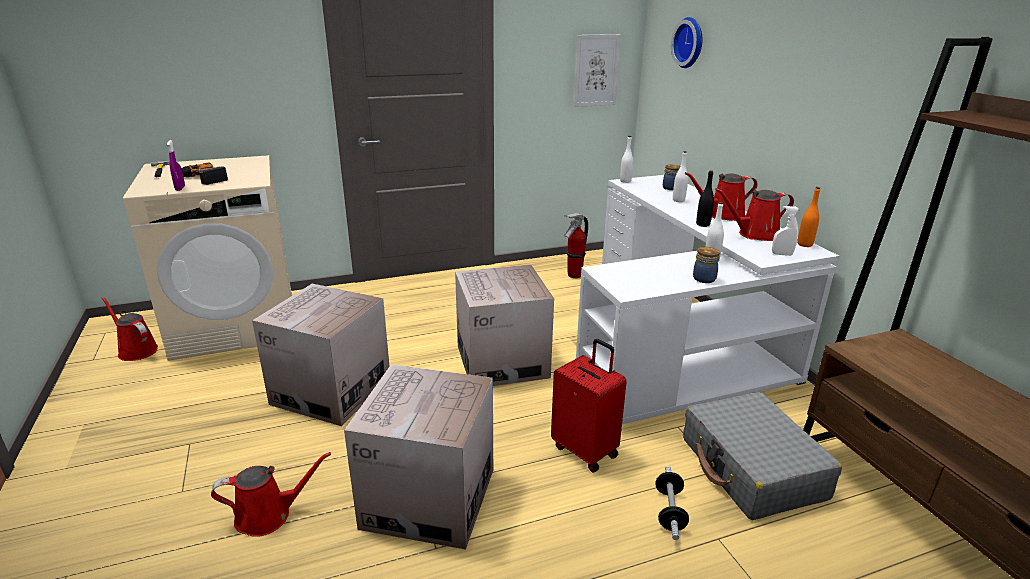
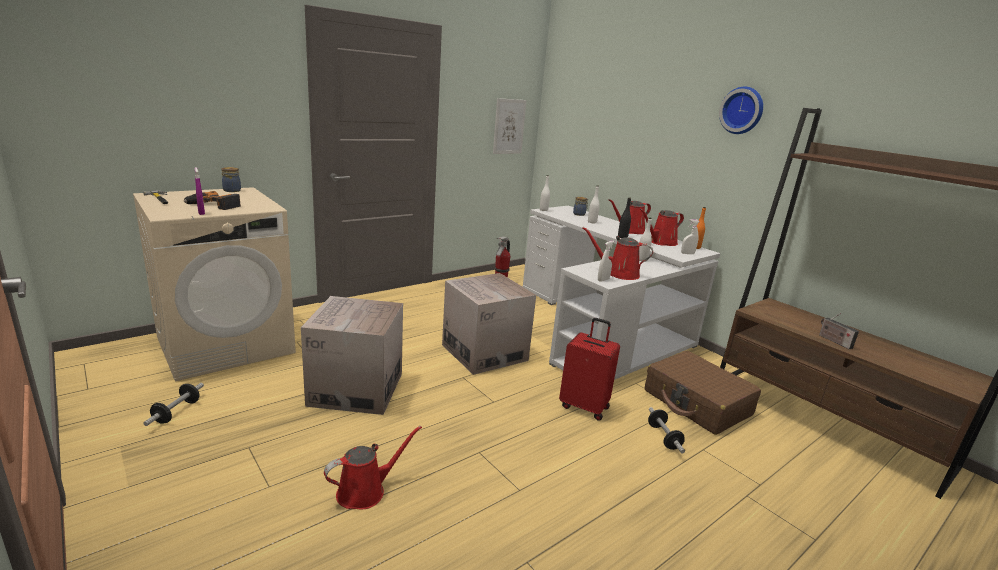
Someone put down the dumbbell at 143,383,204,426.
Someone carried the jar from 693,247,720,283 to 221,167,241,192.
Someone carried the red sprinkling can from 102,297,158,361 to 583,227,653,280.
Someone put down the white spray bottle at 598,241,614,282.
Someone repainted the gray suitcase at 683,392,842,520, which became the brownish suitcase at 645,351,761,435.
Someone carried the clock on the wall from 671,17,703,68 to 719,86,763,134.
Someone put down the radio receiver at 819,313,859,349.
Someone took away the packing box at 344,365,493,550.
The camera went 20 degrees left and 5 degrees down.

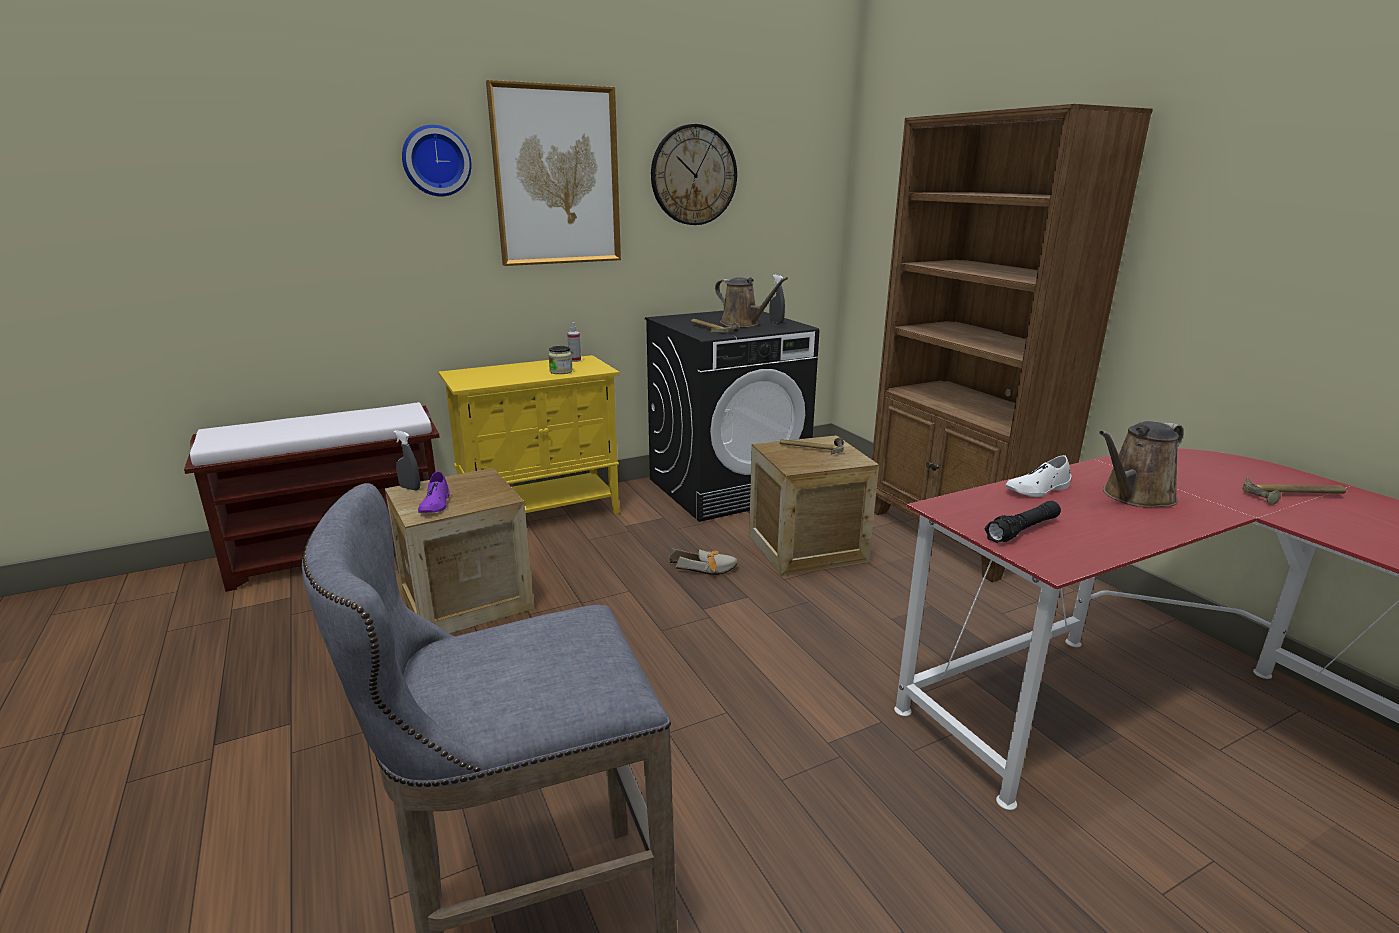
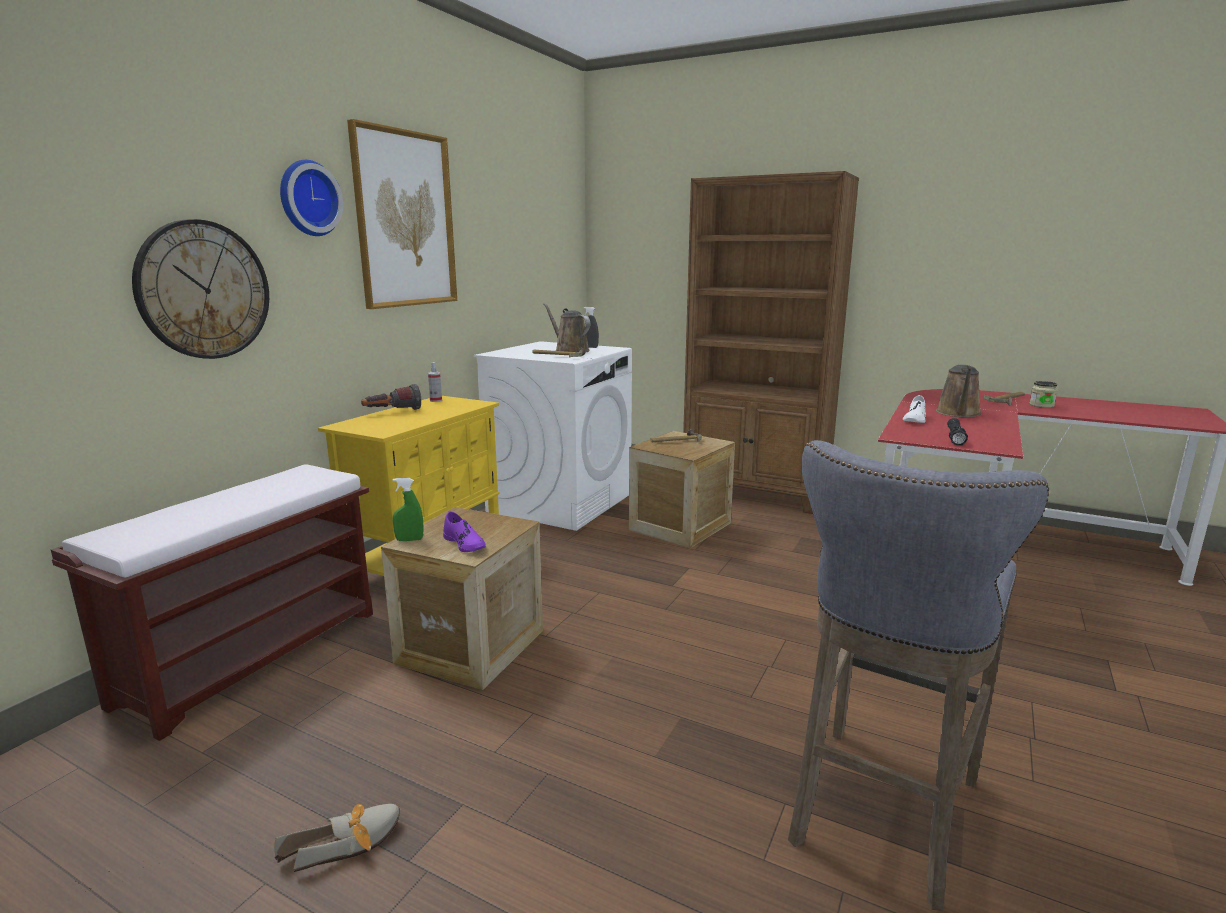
Someone carried the clock on the wall from 651,124,737,225 to 132,219,269,359.
Someone carried the low shoe from 669,548,738,575 to 274,804,400,872.
Someone put down the torch at 361,384,421,410.
Someone repainted the gray spray bottle at 393,430,420,491, which became the green-coloured spray bottle at 393,478,424,541.
Someone repainted the black washing machine at 645,311,820,522, which became the white washing machine at 474,341,632,531.
Someone rotated the brownish sprinkling can at 715,277,788,327 by 135 degrees counterclockwise.
Someone carried the jar from 548,346,573,374 to 1029,381,1058,408.
The camera went 35 degrees left and 5 degrees down.

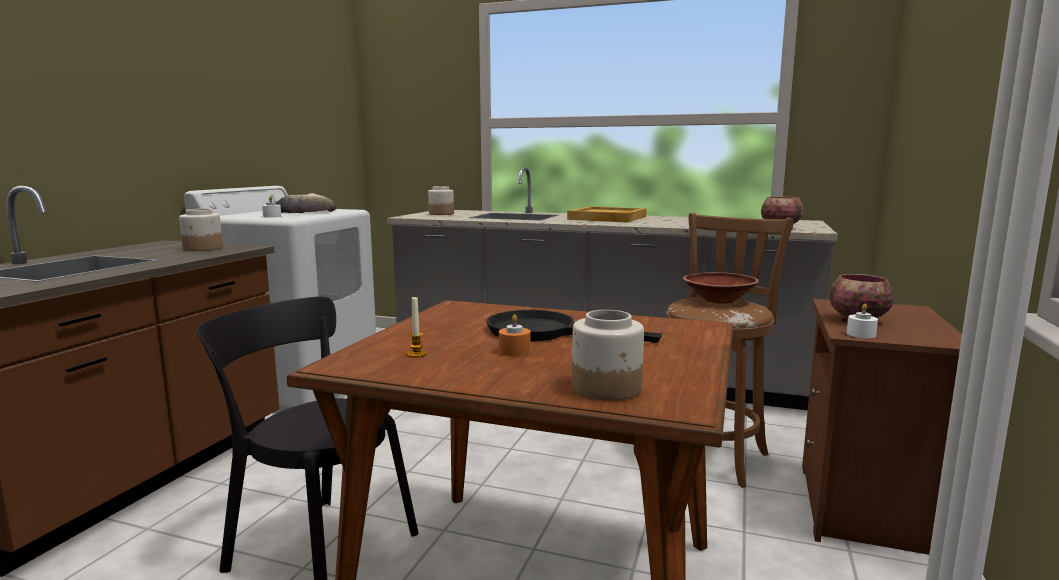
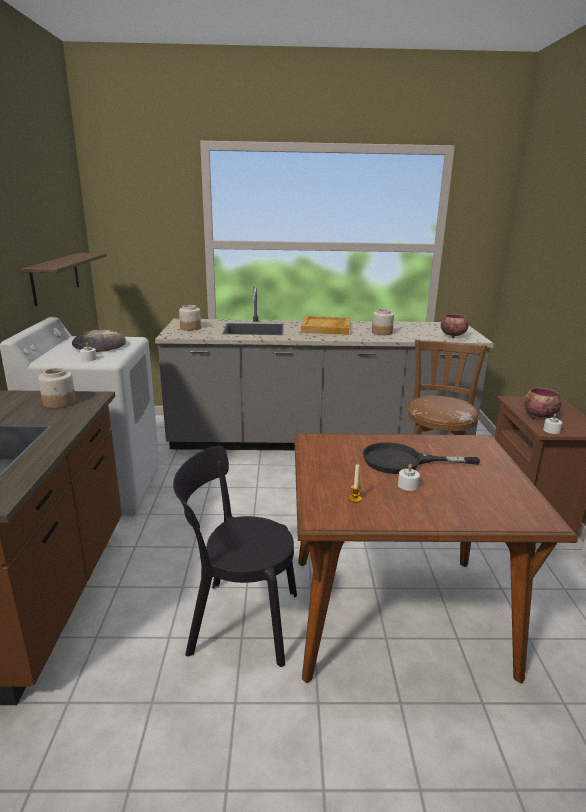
Someone put up the shelf at 22,253,107,306.
Someone carried the jar from 572,310,644,401 to 372,309,394,335.
Someone repainted the orangey wax candle at 499,314,530,356, which became the white wax candle at 398,464,420,491.
Someone took away the brownish bowl at 683,272,759,304.
The camera went 20 degrees left and 10 degrees up.

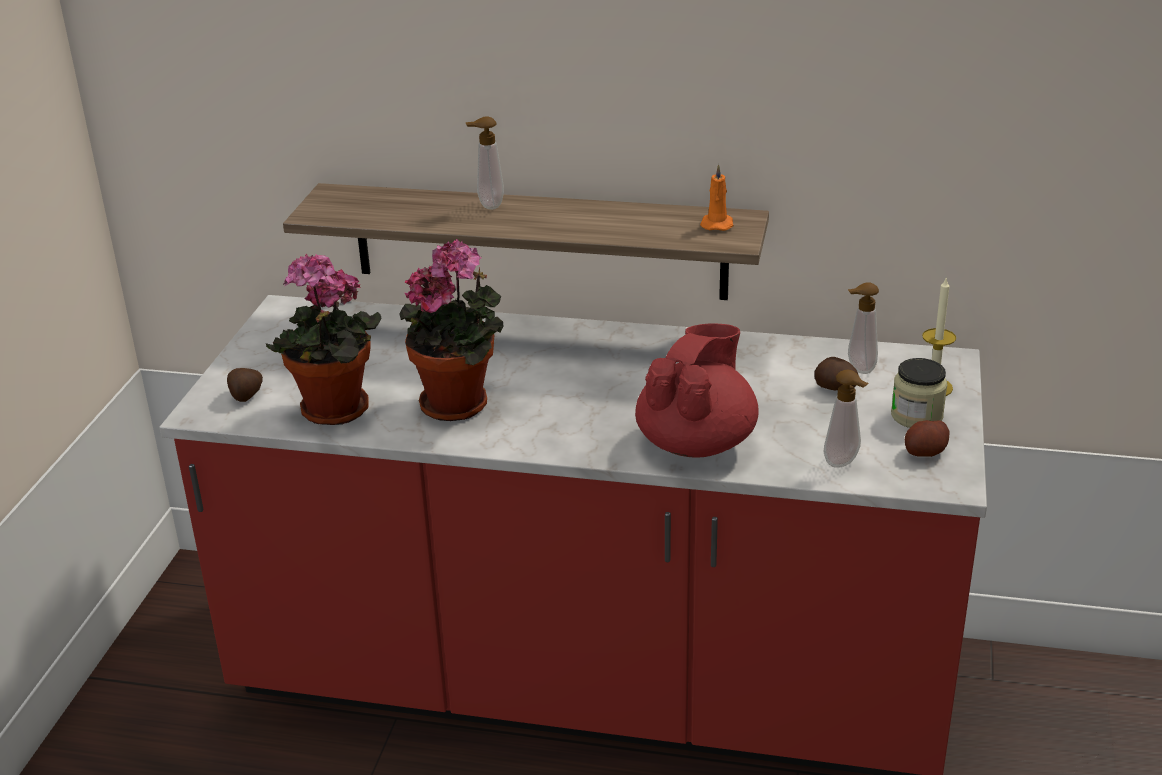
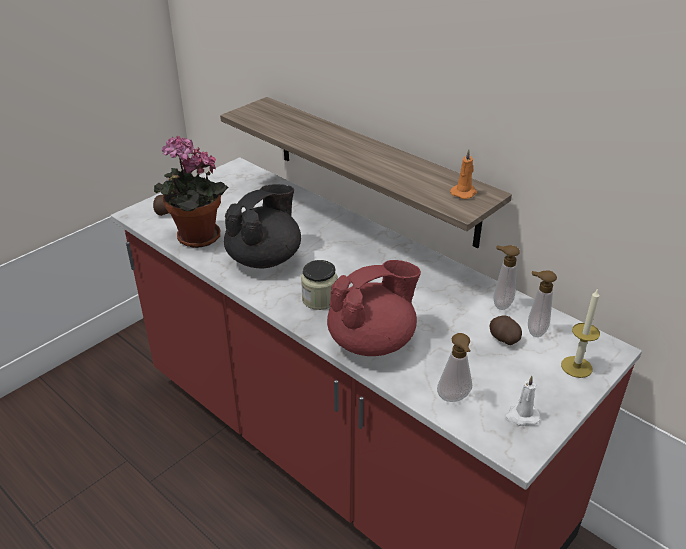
Someone swapped the potted plant at 399,239,504,421 for the black teapot at 224,184,301,268.
Someone carried the jar from 891,358,947,428 to 301,260,337,310.
Someone carried the liquid soap bottle from 466,116,504,210 to 493,245,520,310.
Someone swapped the spud at 905,420,950,457 for the white wax candle at 504,376,540,426.
The camera went 30 degrees right and 5 degrees up.

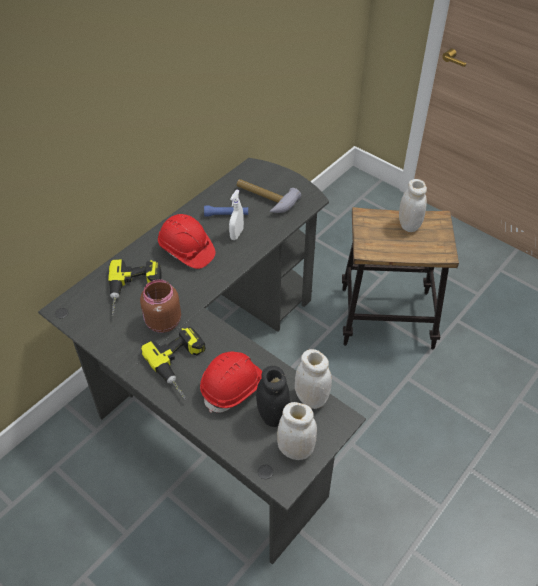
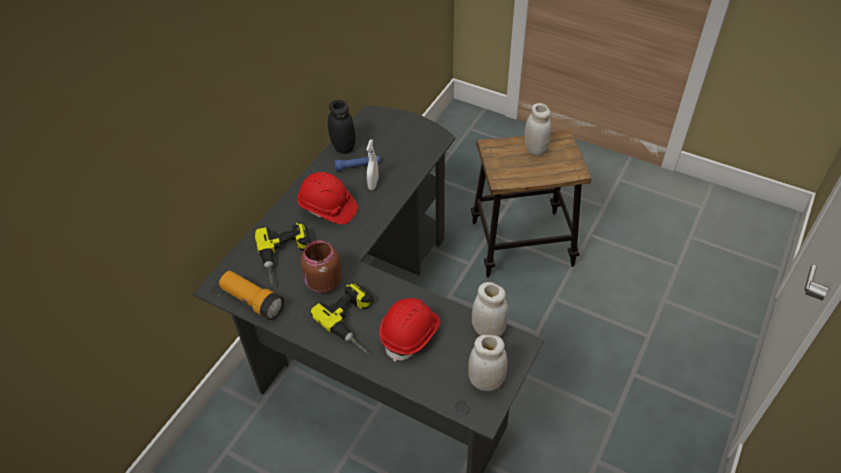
Someone put down the torch at 219,271,284,320.
Someone carried the black jar from 256,366,290,427 to 328,100,356,154.
Someone took away the tool hammer at 237,179,301,213.
The camera went 10 degrees left and 0 degrees up.

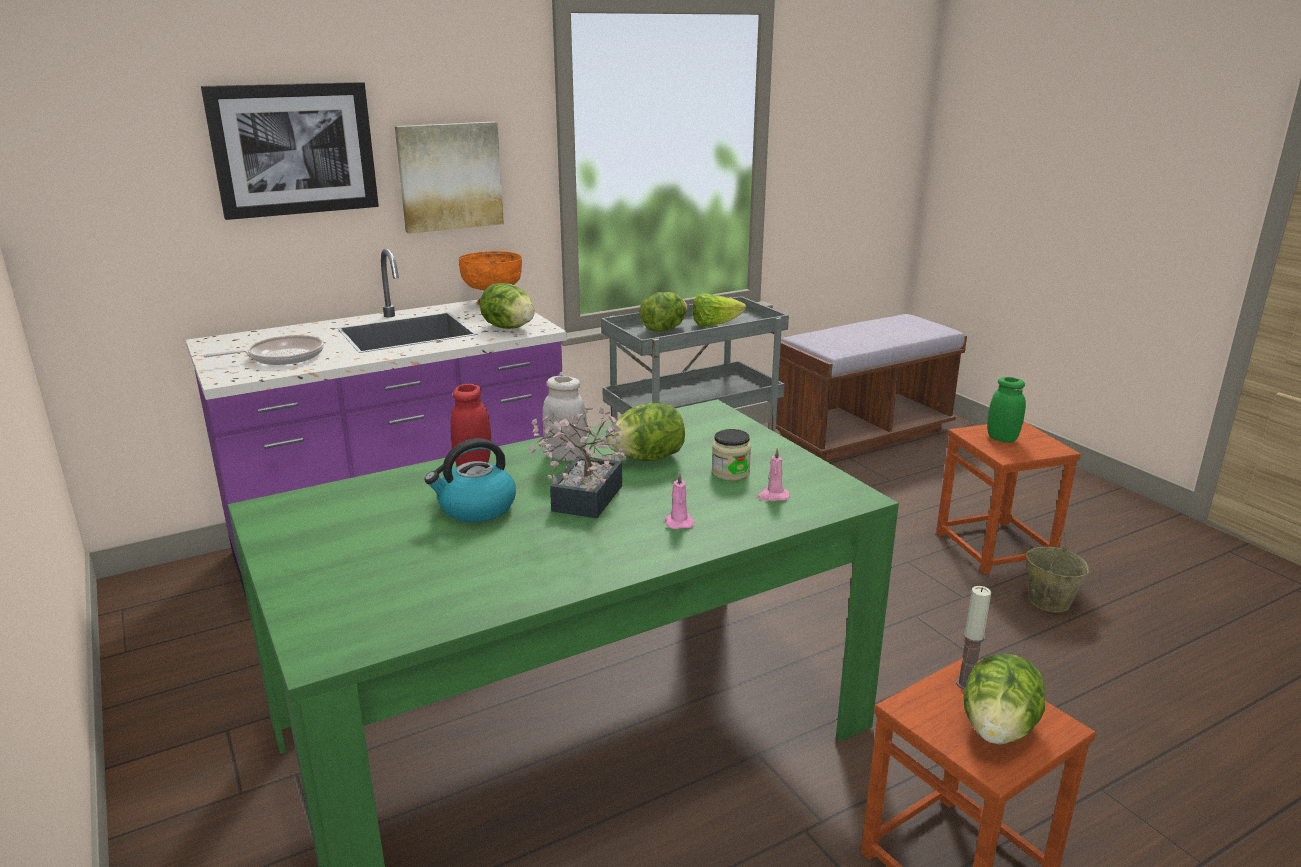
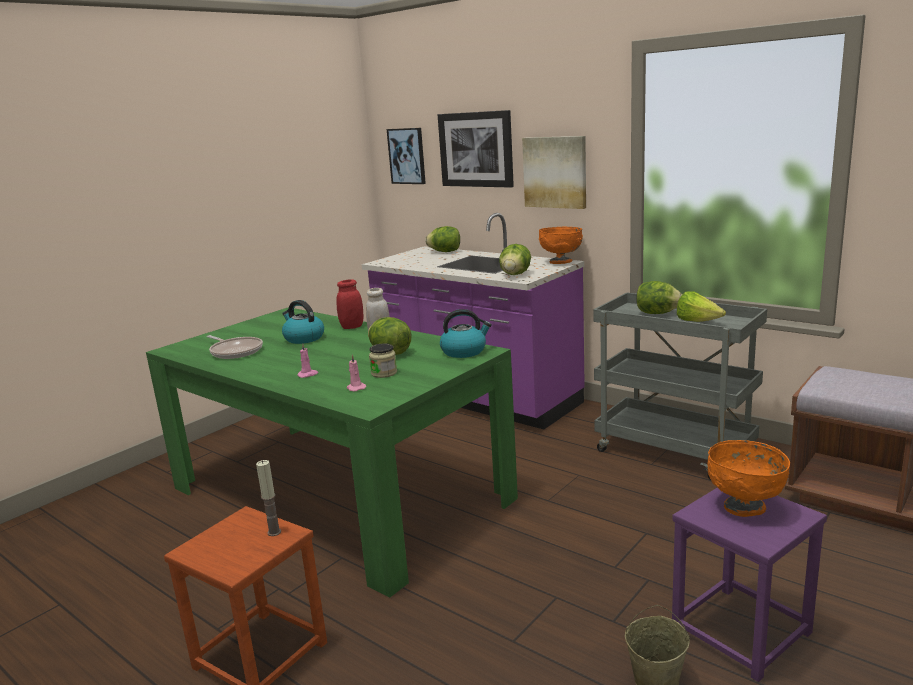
Someone carried the skillet from 203,335,324,365 to 206,335,263,359.
Someone put up the picture at 387,128,426,184.
Someone carried the lettuce from 963,653,1045,745 to 425,226,460,252.
Someone put down the kettle at 440,309,492,358.
Someone repainted the brownish sitting stool at 936,421,1081,574, which became the purplish sitting stool at 672,488,827,682.
Someone swapped the green-coloured jar at 987,377,1026,443 for the orangey bowl at 708,440,790,517.
Someone took away the potted plant at 529,407,625,518.
The camera went 70 degrees right and 5 degrees down.

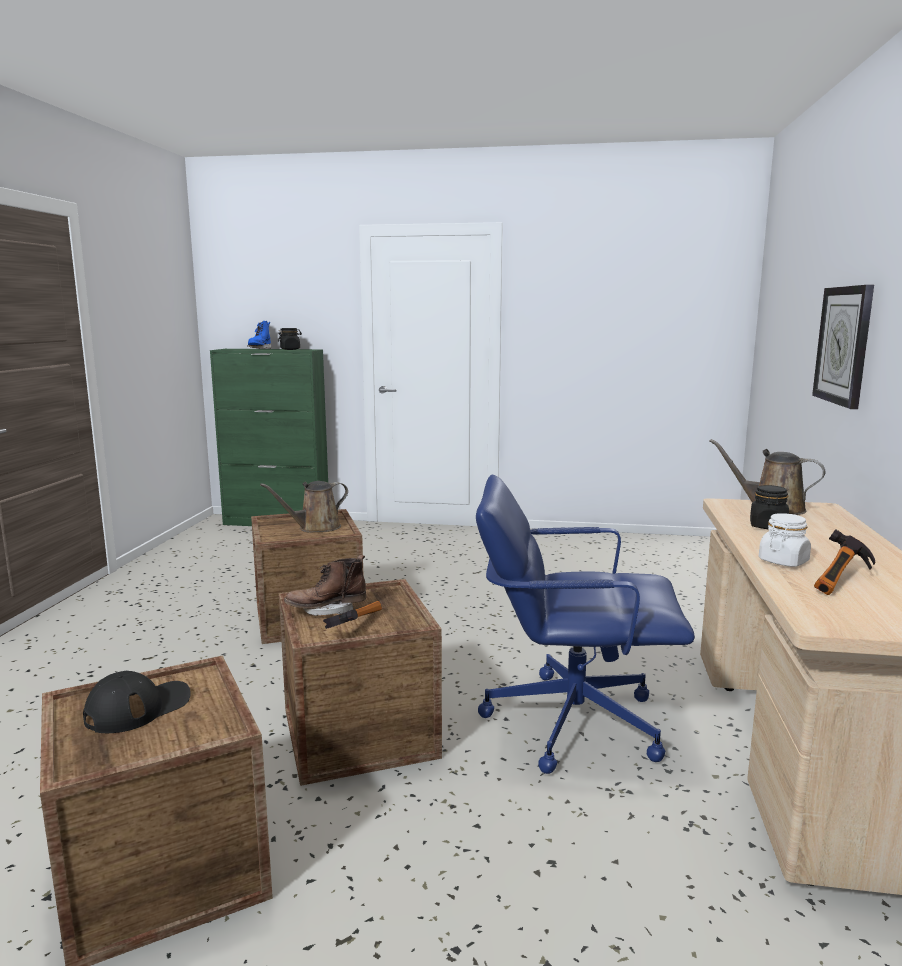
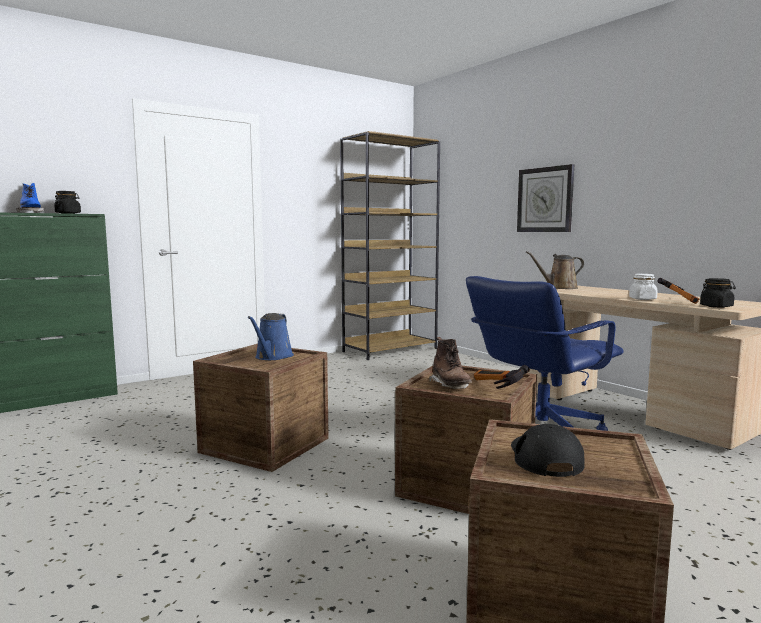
Someone repainted the brownish sprinkling can at 260,481,348,533, which became the blue-coloured sprinkling can at 248,313,294,360.
Someone put down the brownish shelving unit at 340,131,440,360.
Someone rotated the brownish high-top boot at 284,555,366,616 by 45 degrees counterclockwise.
Someone carried the black jar from 750,485,789,530 to 700,278,736,308.
The camera went 45 degrees left and 5 degrees down.

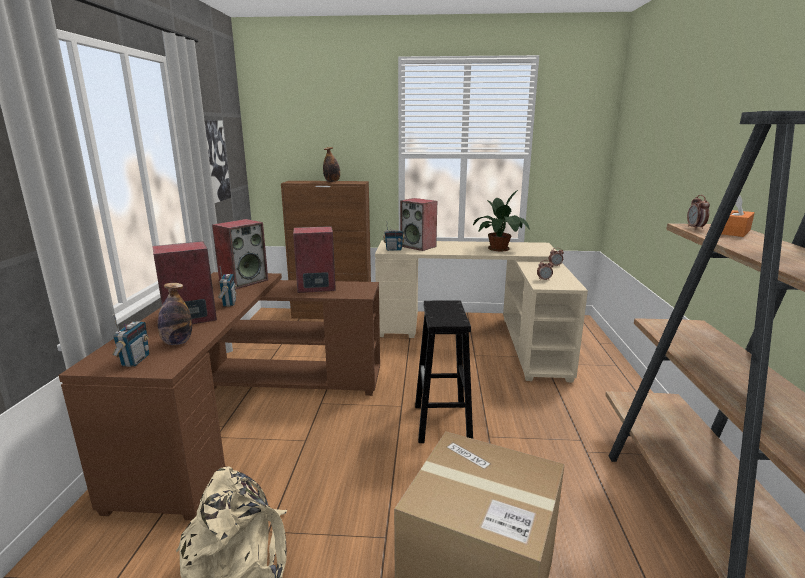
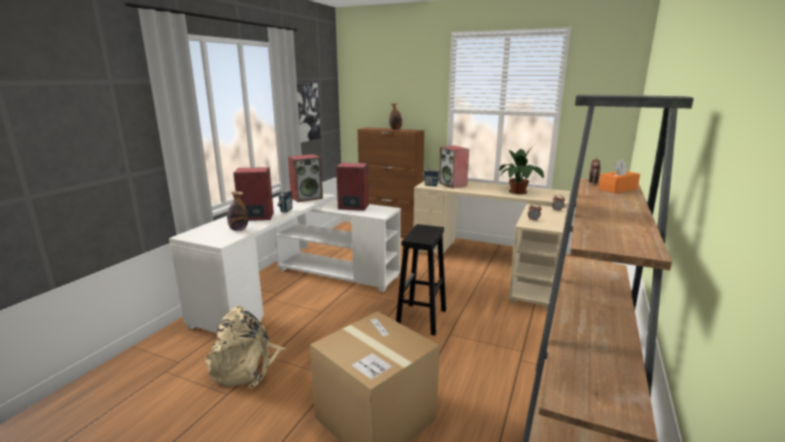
Someone repainted the brownish desk table at 58,272,380,520, which became the white desk table at 169,194,401,333.
Someone took away the radio receiver at 112,314,149,367.
The camera went 20 degrees right and 0 degrees up.

